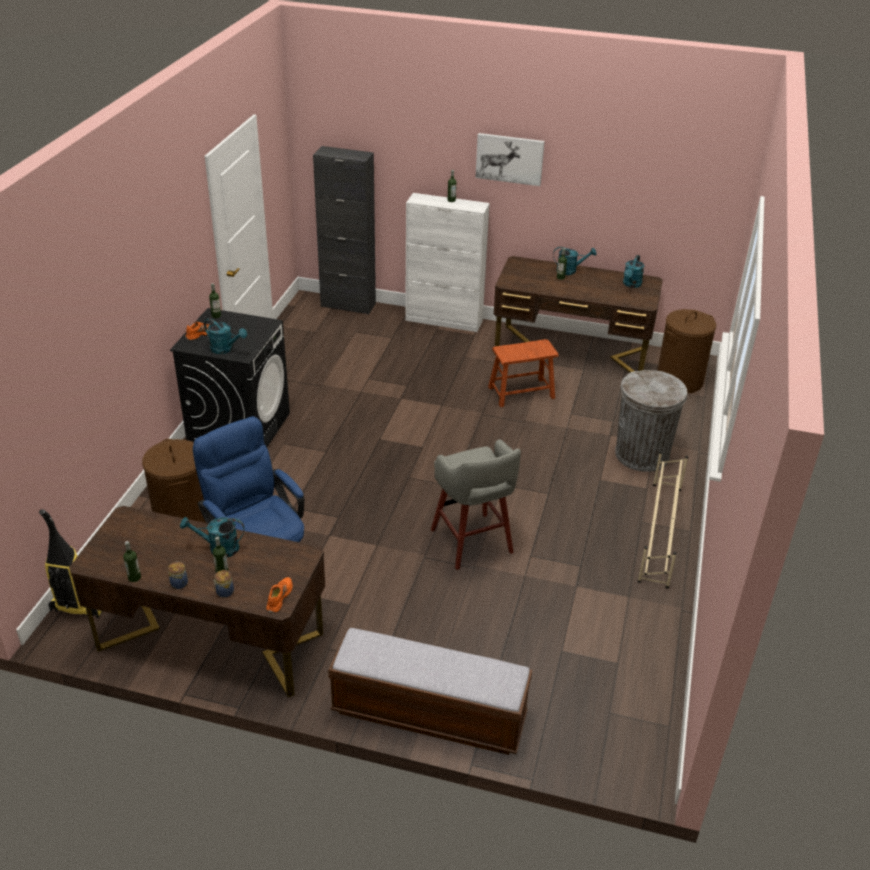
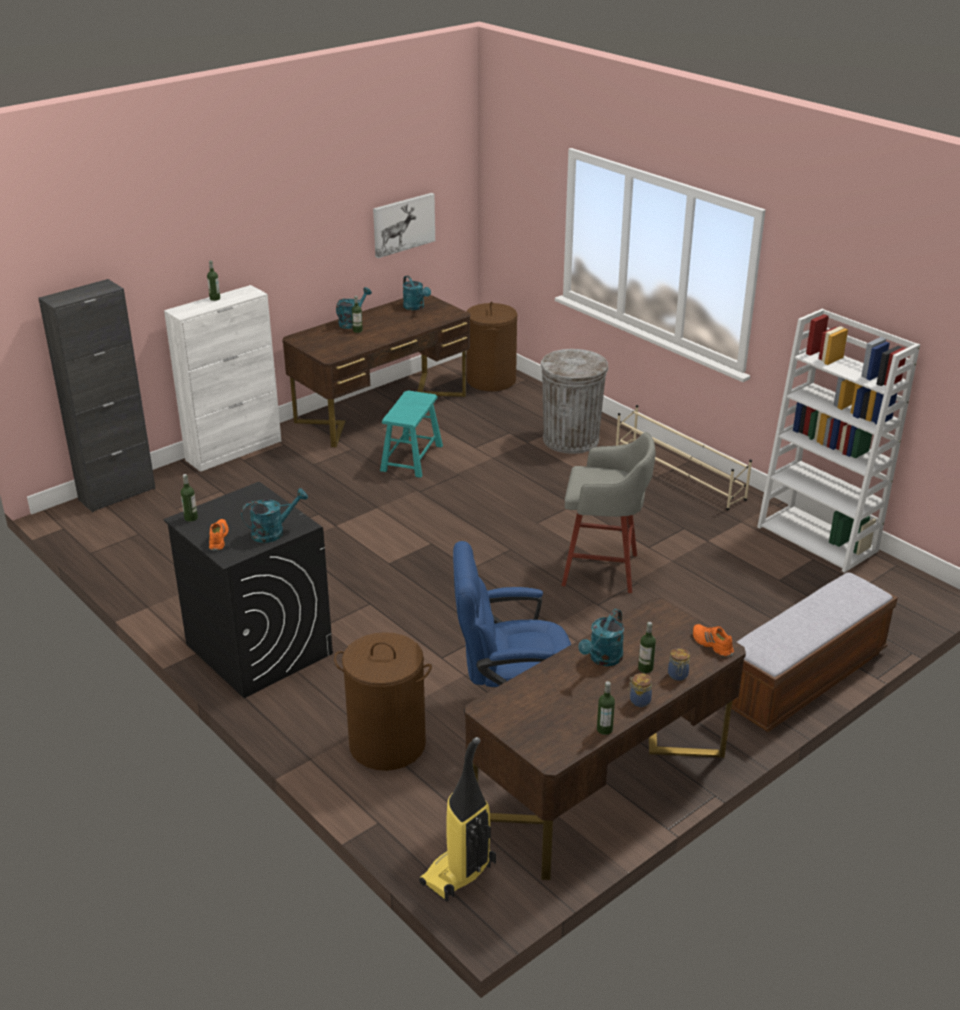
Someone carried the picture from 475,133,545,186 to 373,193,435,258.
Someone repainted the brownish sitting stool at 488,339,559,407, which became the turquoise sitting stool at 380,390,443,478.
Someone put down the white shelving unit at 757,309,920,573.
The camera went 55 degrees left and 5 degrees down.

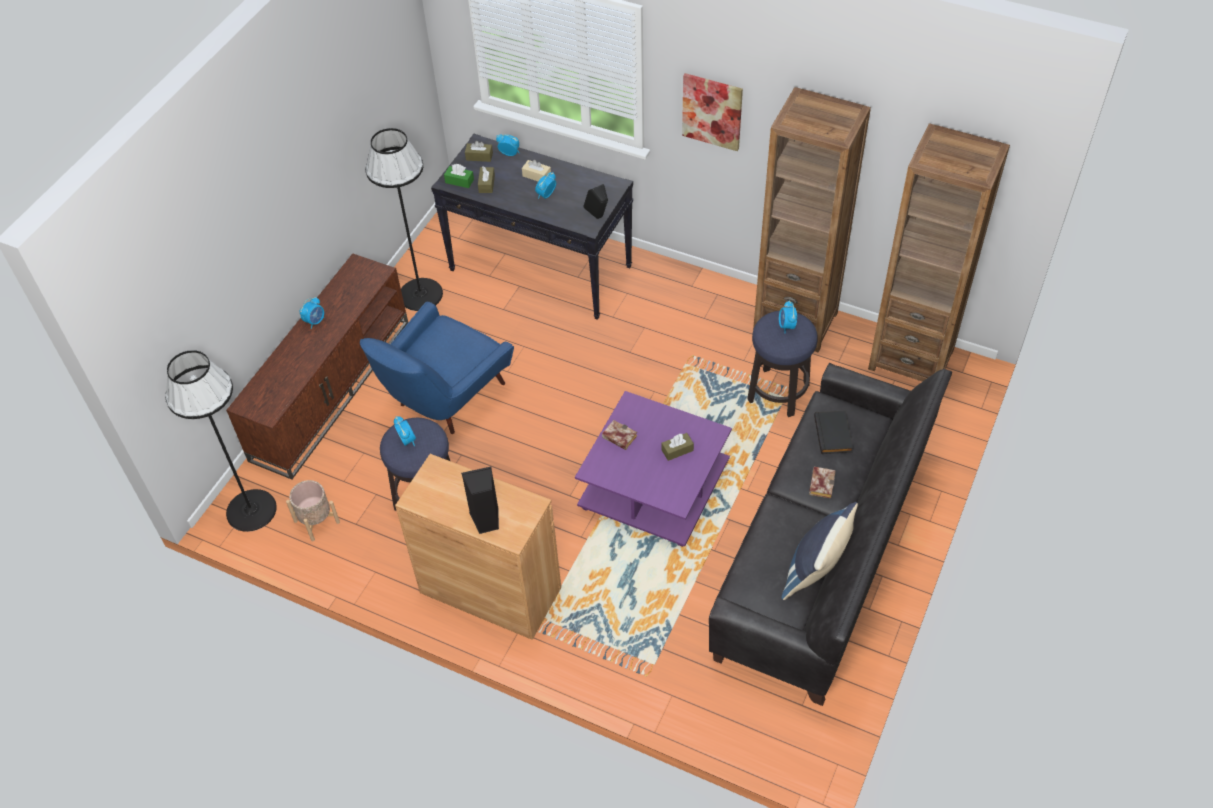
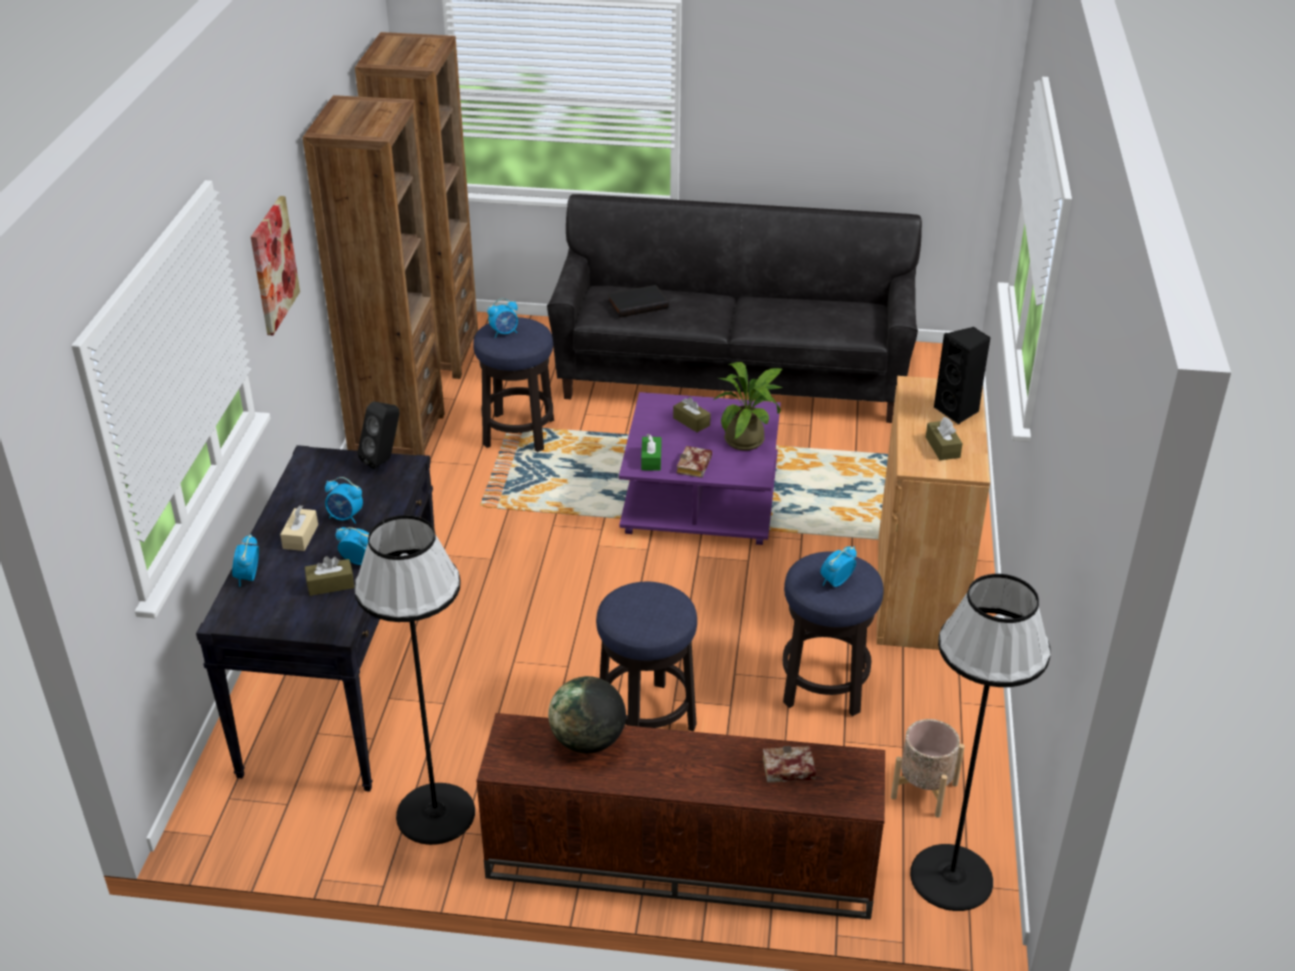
Someone carried the table clock from 299,297,324,329 to 336,527,369,565.
Someone put down the globe at 548,676,626,753.
Someone swapped the blue-coloured easy chair at 360,301,514,434 for the sitting stool at 596,582,697,731.
Someone carried the green-coloured tissue box from 444,164,474,188 to 641,434,661,471.
Someone put down the potted plant at 713,362,782,451.
Someone carried the volume from 809,467,836,498 to 762,746,816,783.
Someone carried the brownish tissue box from 465,141,493,162 to 926,416,963,460.
Someone took away the blue-coloured pillow at 782,502,858,600.
The camera went 110 degrees left and 15 degrees down.

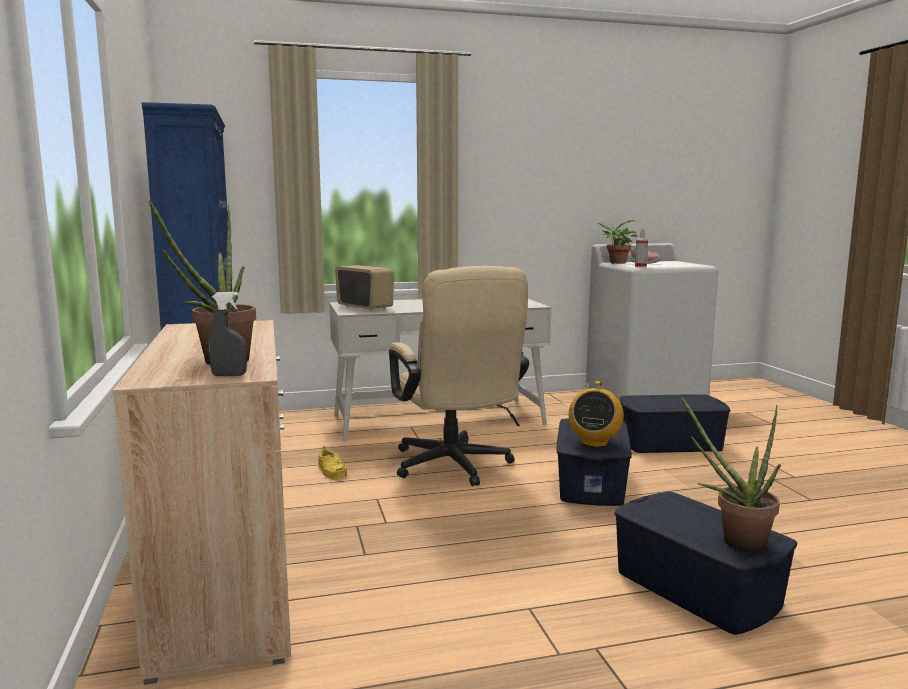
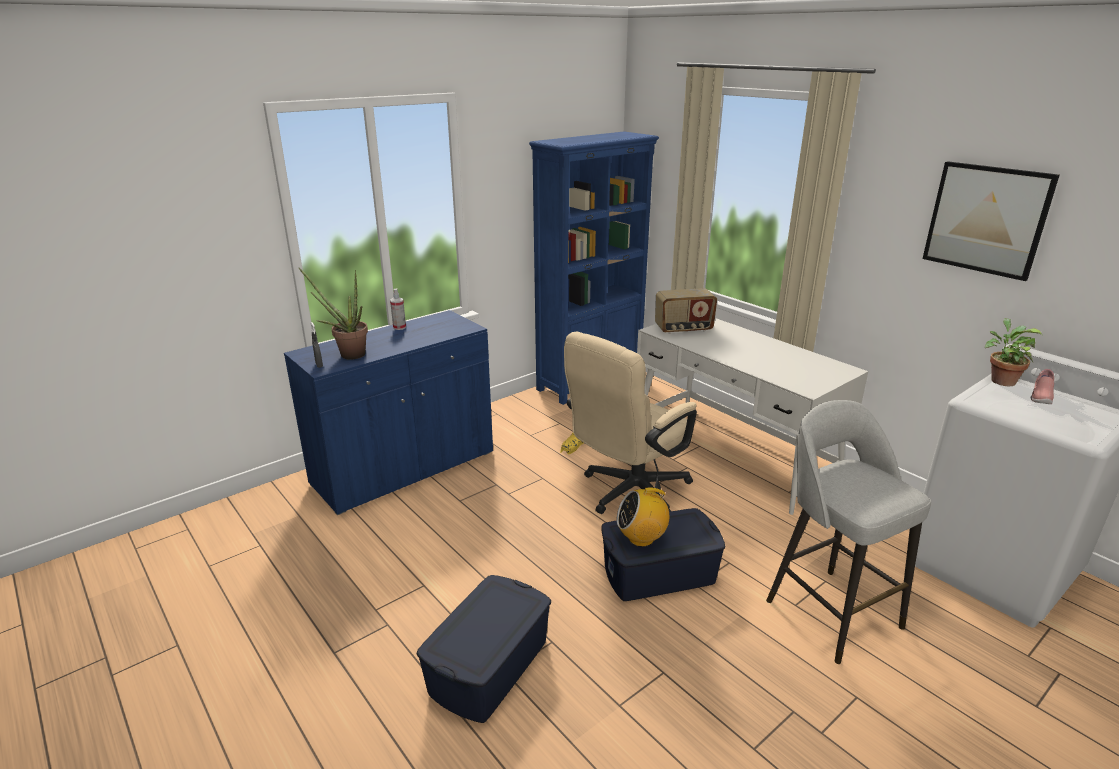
Someone repainted the beige-coloured cupboard at 112,320,291,685, which became the blue-coloured cupboard at 284,310,493,515.
Someone carried the spray bottle from 635,229,648,268 to 390,289,406,330.
Someone rotated the radio receiver at 335,265,393,311 by 60 degrees clockwise.
Someone swapped the blue-coloured storage bin at 620,394,730,453 for the gray sitting stool at 766,400,931,664.
Someone put up the picture at 922,161,1059,281.
Someone took away the potted plant at 681,397,781,552.
The camera went 65 degrees right and 15 degrees up.

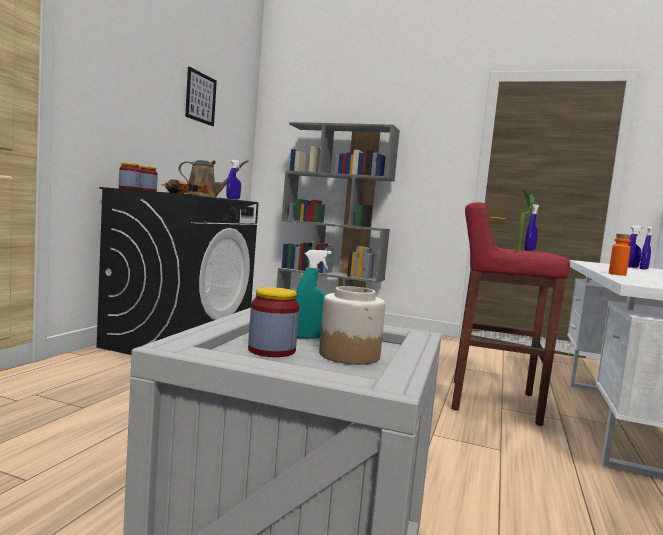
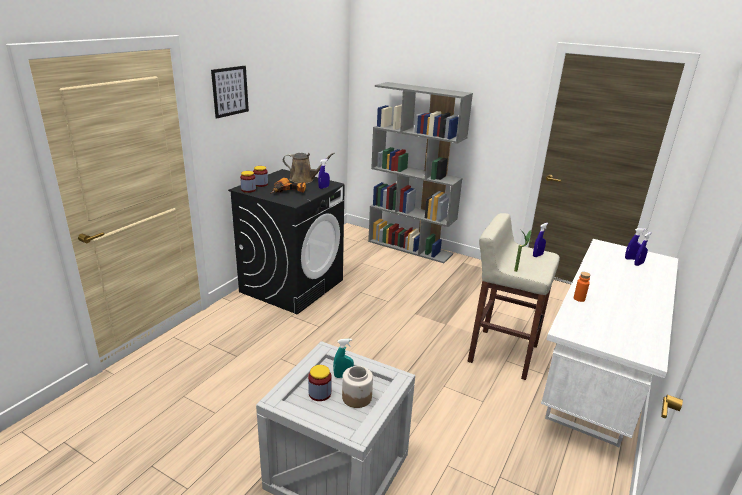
Someone carried the picture from 185,67,217,126 to 211,66,249,119.
Someone repainted the red sitting stool at 451,202,570,426, which became the beige-coloured sitting stool at 468,213,560,380.
The camera went 10 degrees right and 20 degrees up.

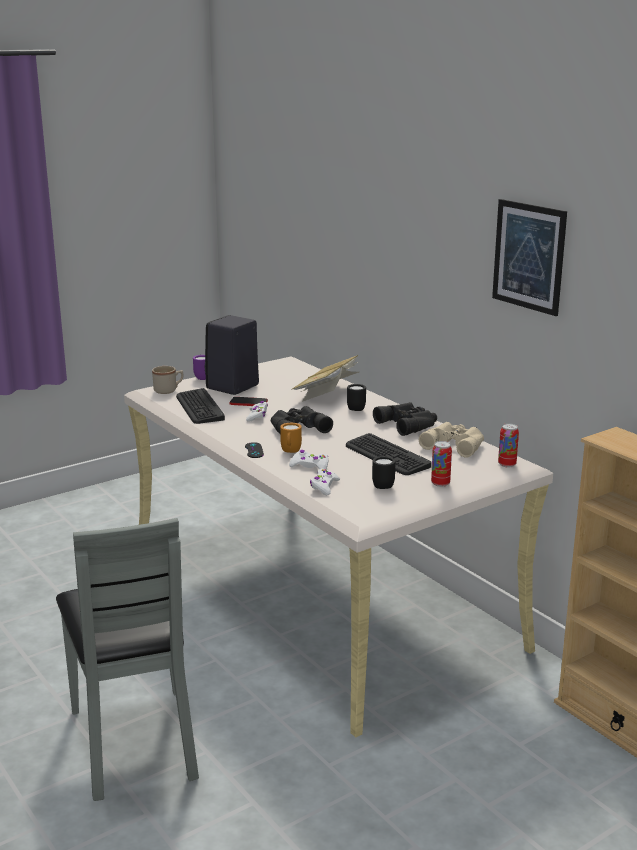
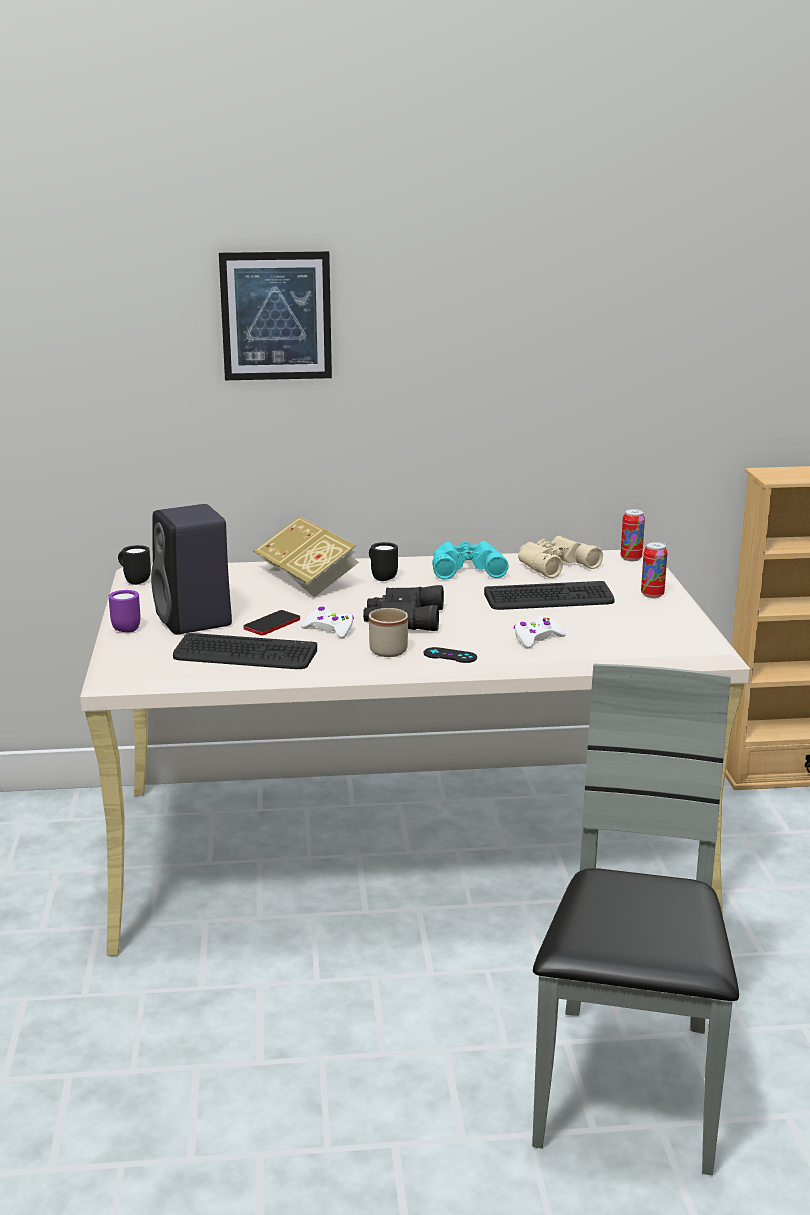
Someone carried the black mug from 372,456,396,489 to 118,545,151,585.
Someone carried the picture from 492,199,567,316 to 219,251,332,380.
Someone carried the beige-coloured mug from 152,366,183,394 to 369,608,408,657.
Someone repainted the black binoculars at 373,402,437,436, which became the turquoise binoculars at 432,541,509,580.
Someone rotated the gray upright chair at 56,518,199,801 by 90 degrees counterclockwise.
Someone took away the orangey mug at 280,423,302,453.
Someone took away the white gamepad at 310,468,340,495.
The camera went 60 degrees left and 0 degrees up.

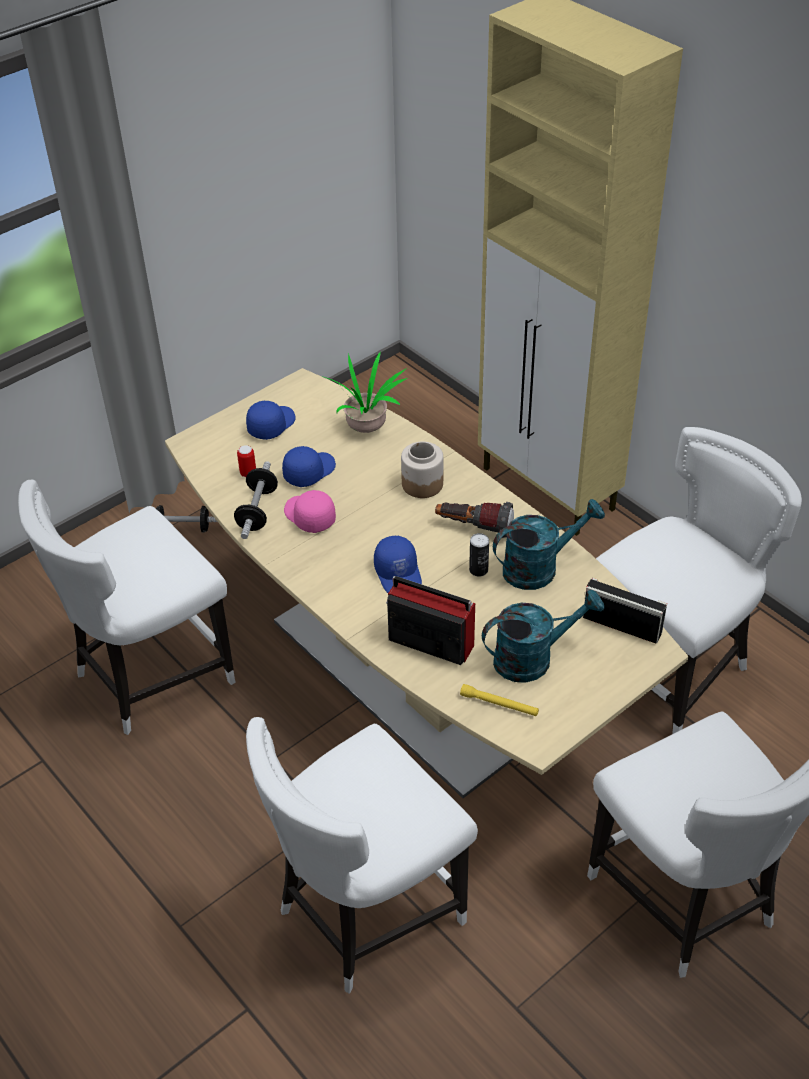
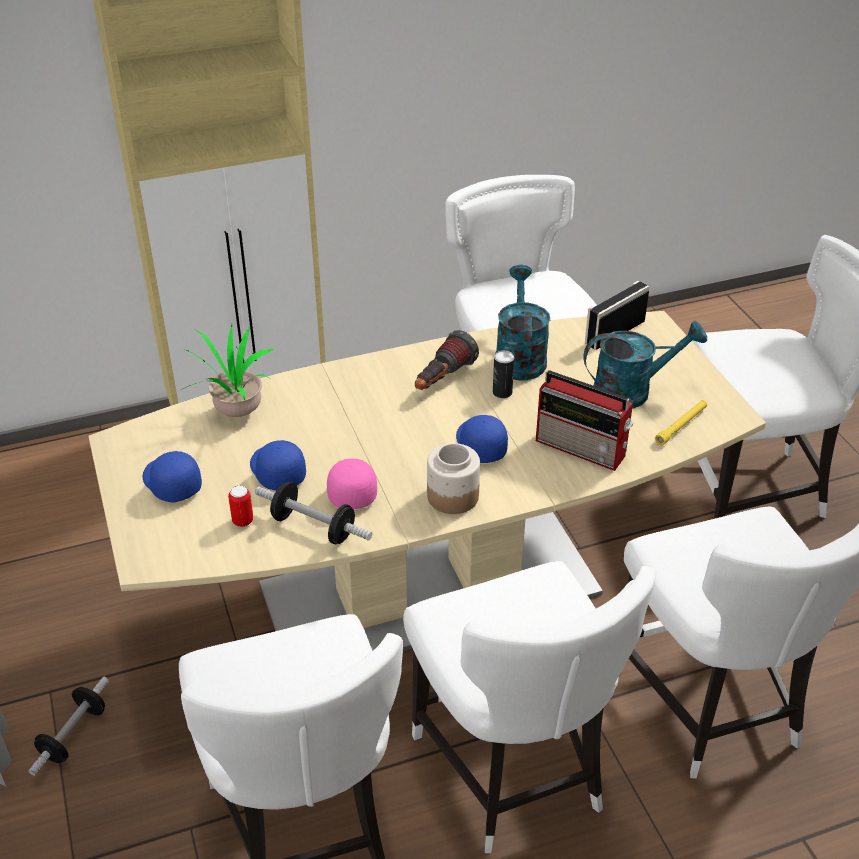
Someone rotated the pink-coloured peaked cap at 284,490,336,533 by 105 degrees clockwise.
Someone put down the white upright chair at 403,561,656,853.
Someone carried the jar from 401,442,443,498 to 427,443,480,514.
Someone rotated the blue-coloured peaked cap at 374,535,422,593 by 105 degrees counterclockwise.
Someone rotated the radio receiver at 386,576,475,665 by 105 degrees counterclockwise.
Someone rotated the turquoise sprinkling can at 482,590,604,683 by 75 degrees clockwise.
The camera went 70 degrees left and 5 degrees down.

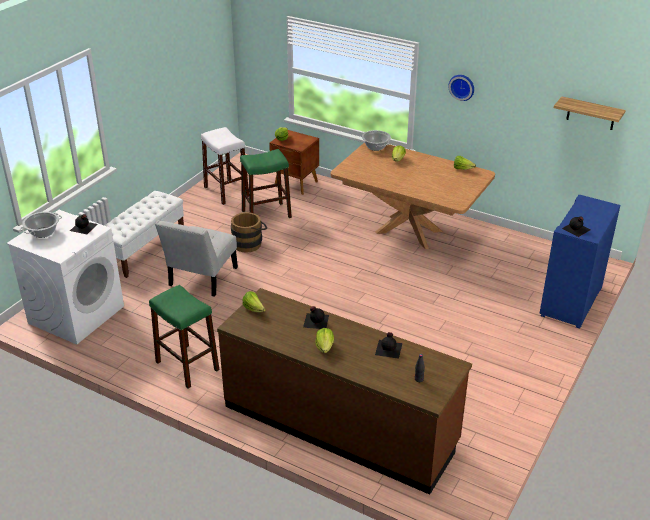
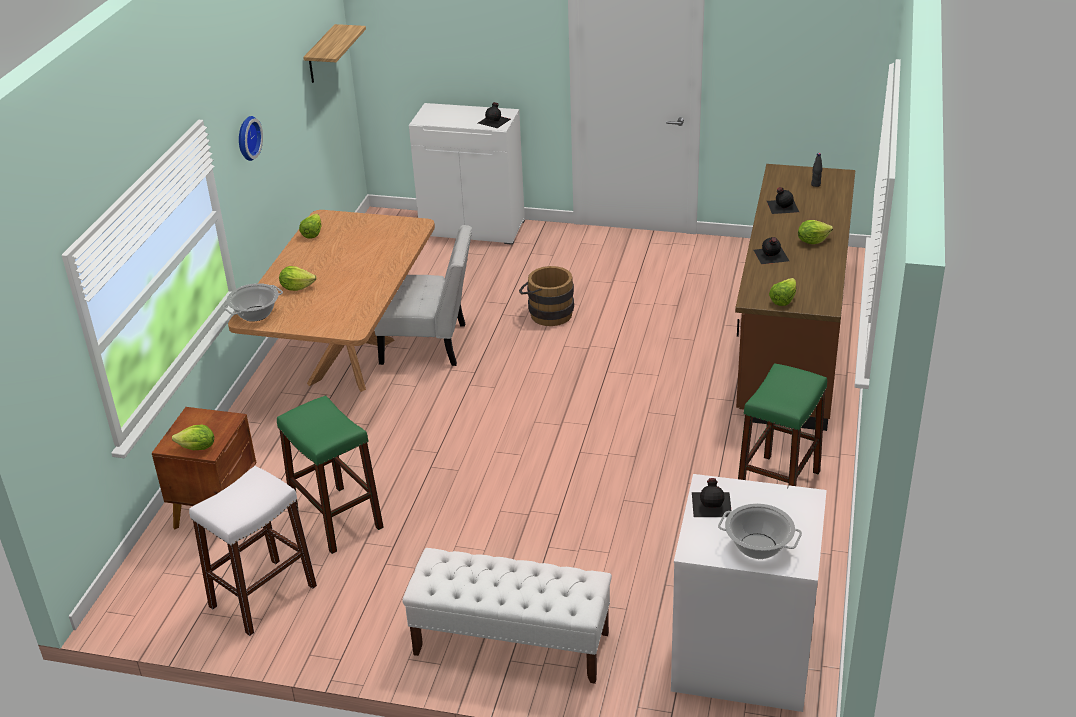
Someone carried the white upright chair from 155,220,238,297 to 374,225,472,366.
Someone repainted the blue-coloured cupboard at 539,195,620,329, which became the white cupboard at 409,103,525,245.
Someone carried the brownish pail from 231,212,268,252 to 519,266,574,326.
The camera went 105 degrees left and 0 degrees up.

